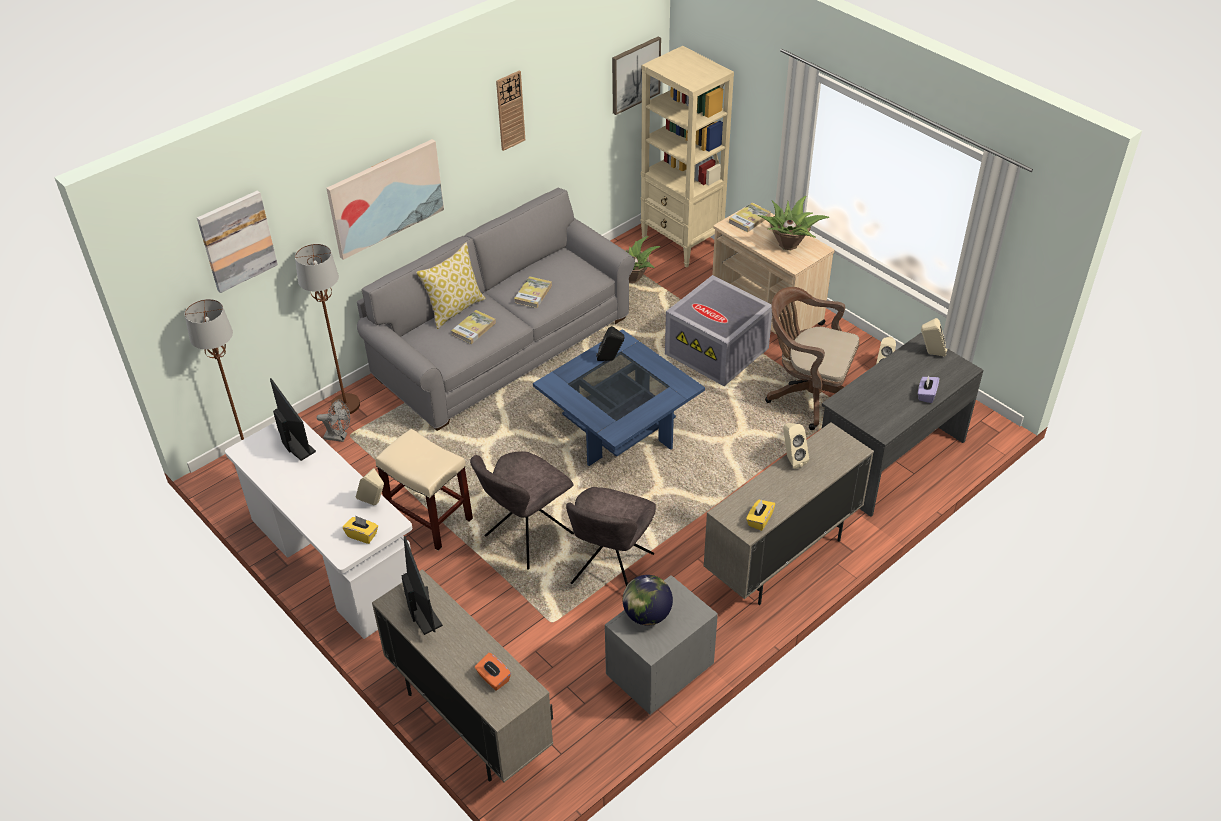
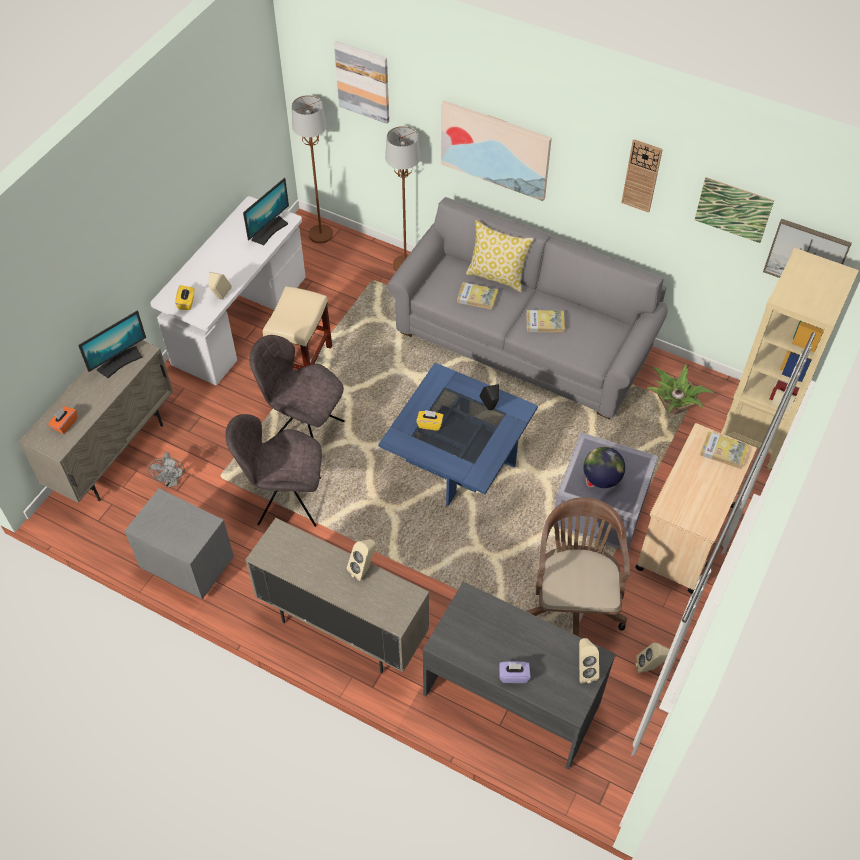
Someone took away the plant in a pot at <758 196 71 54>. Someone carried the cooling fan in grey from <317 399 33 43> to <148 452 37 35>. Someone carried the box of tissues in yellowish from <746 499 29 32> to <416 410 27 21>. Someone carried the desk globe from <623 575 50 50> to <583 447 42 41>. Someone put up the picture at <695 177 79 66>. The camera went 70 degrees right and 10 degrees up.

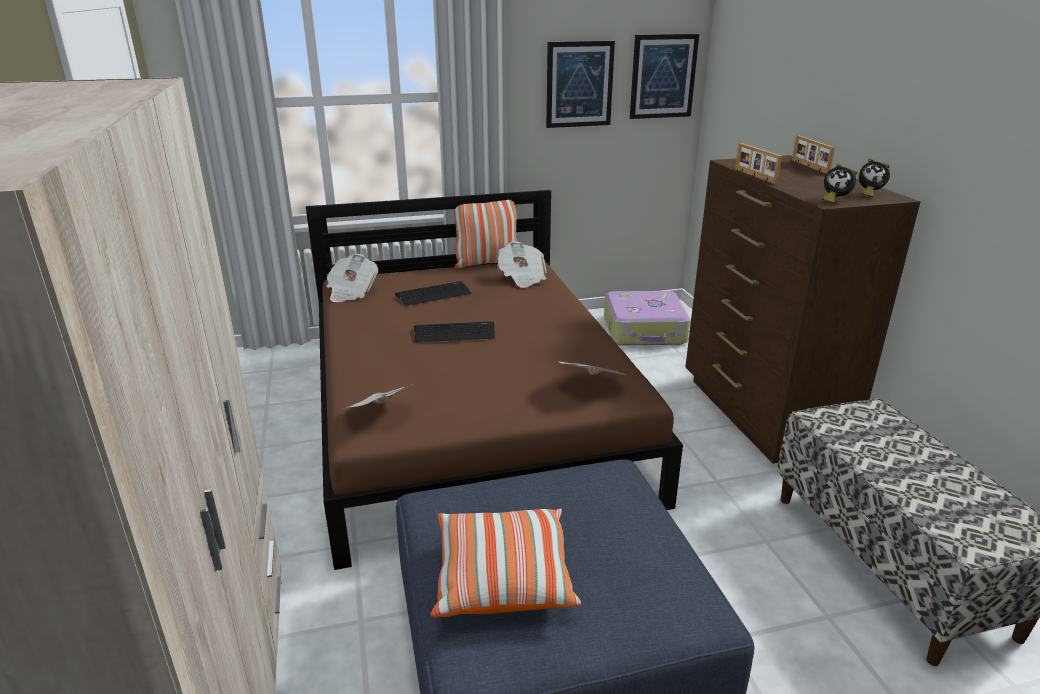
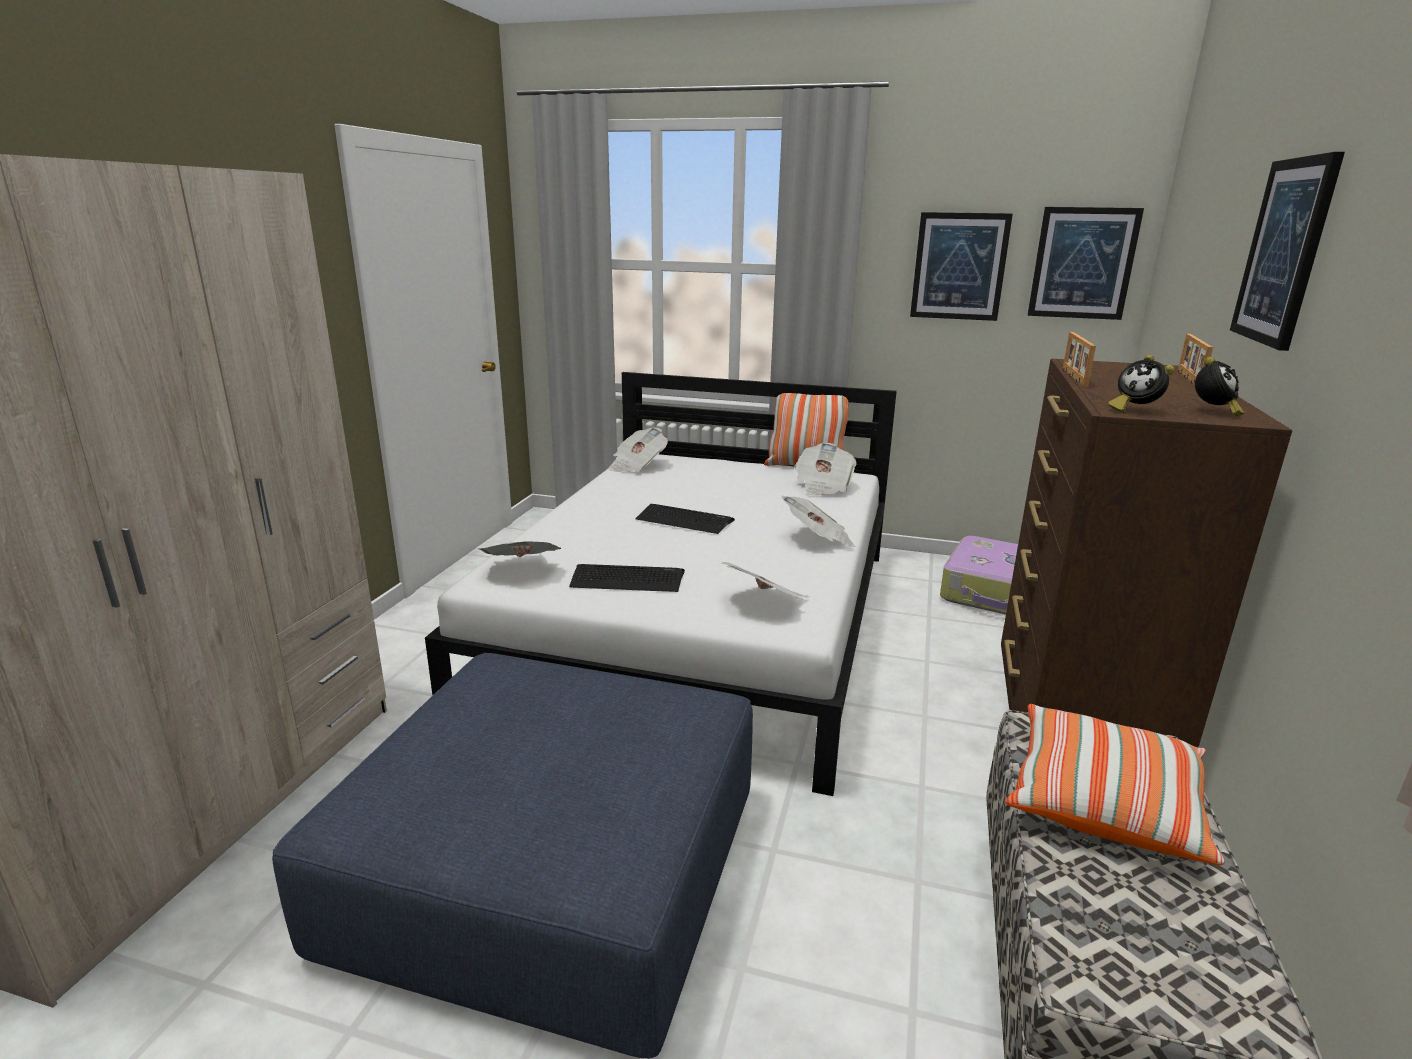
Someone rotated the table clock at <859 158 31 40> by 90 degrees counterclockwise. Someone repainted the sleeping bed in brownish at <306 190 377 380>, which became the sleeping bed in white at <425 372 472 424>. Someone carried the computer keyboard from <395 281 77 25> to <569 564 116 28>. Someone carried the pillow from <431 508 150 109> to <1005 704 219 161>. Someone put up the picture at <1230 152 115 199>. Someone put down the newspaper at <782 496 74 51>. The camera went 30 degrees right and 5 degrees down.

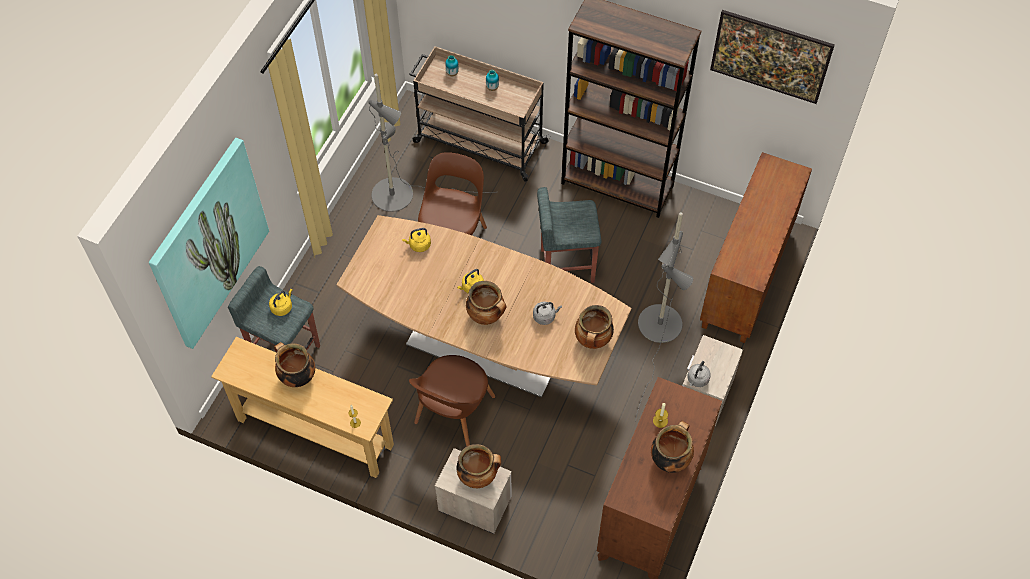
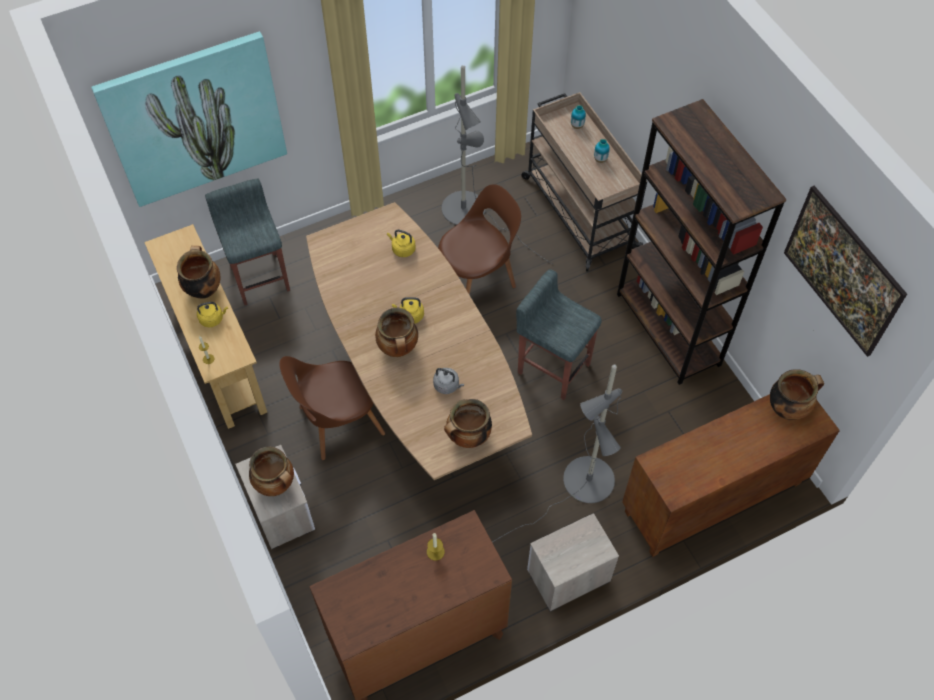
Someone carried the tea kettle in yellowish from <269 289 23 27> to <197 302 31 25>. Someone took away the tea kettle in grey at <687 361 24 26>. Someone carried the cooking pot from <651 421 43 52> to <770 369 54 51>. The camera went 40 degrees right and 0 degrees up.

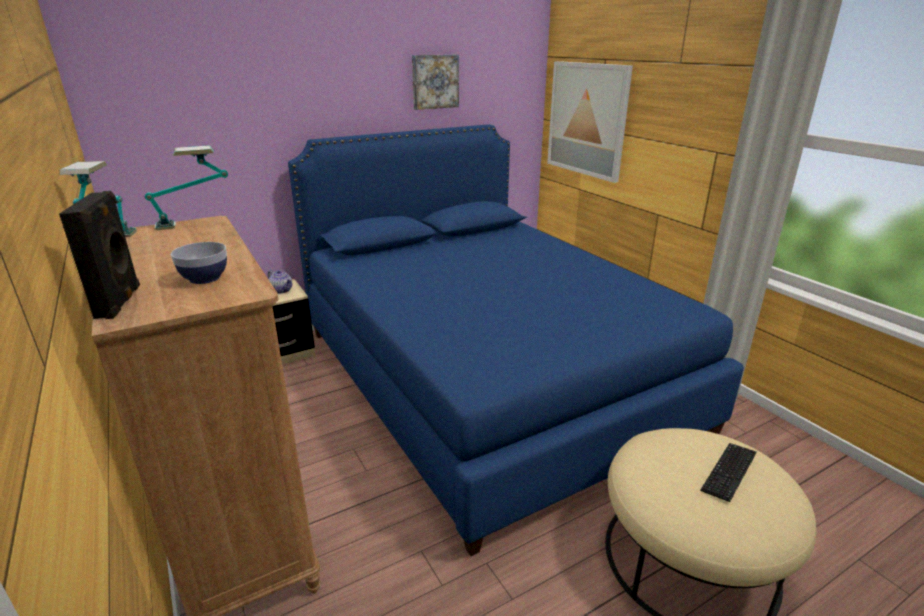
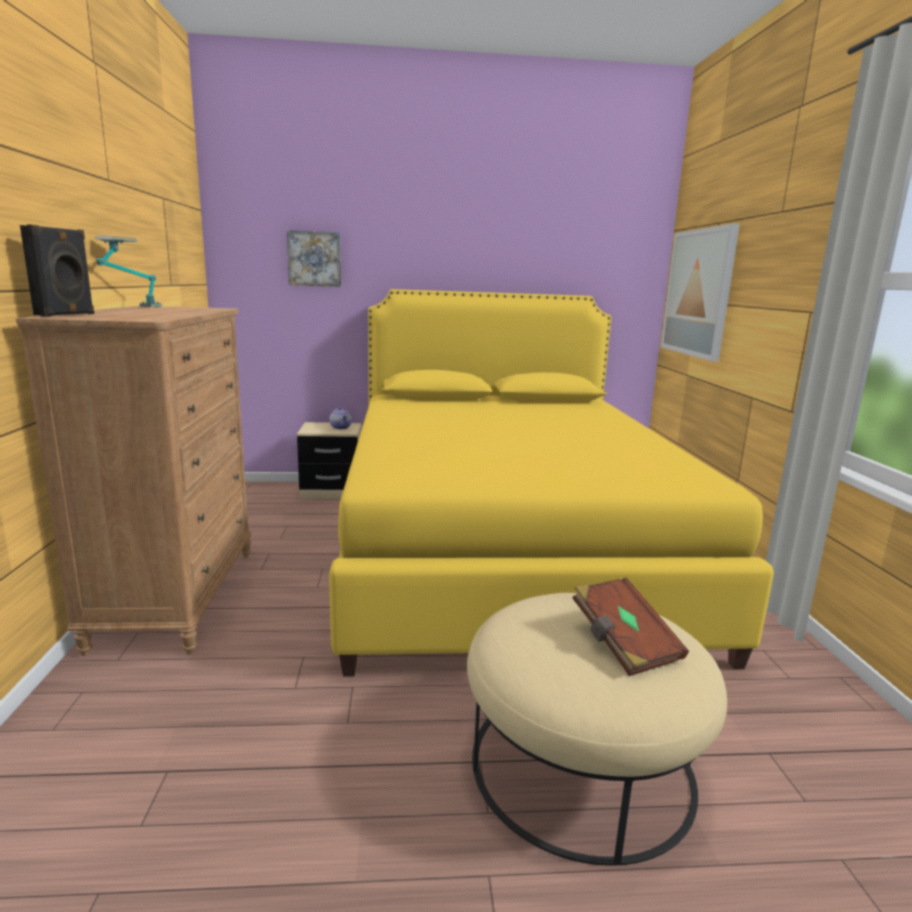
Someone carried the picture from <412 55 47 55> to <287 230 54 57>. Someone repainted the sleeping bed in blue at <288 124 456 432>, which became the sleeping bed in yellowish at <329 289 445 388>. Someone took away the lamp for a table at <145 145 83 85>. Someone took away the deep dish at <171 242 56 42>. Someone swapped the computer keyboard at <700 443 57 59> for the book in brownish at <572 578 117 98>. The camera went 25 degrees right and 10 degrees down.

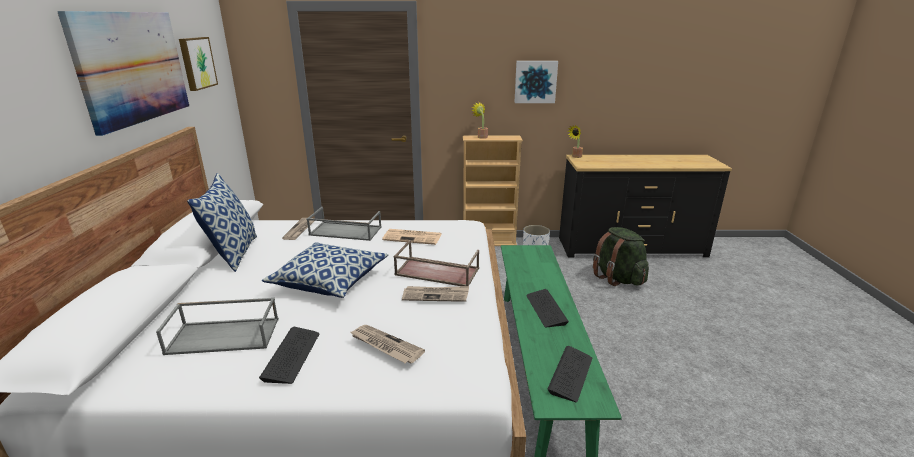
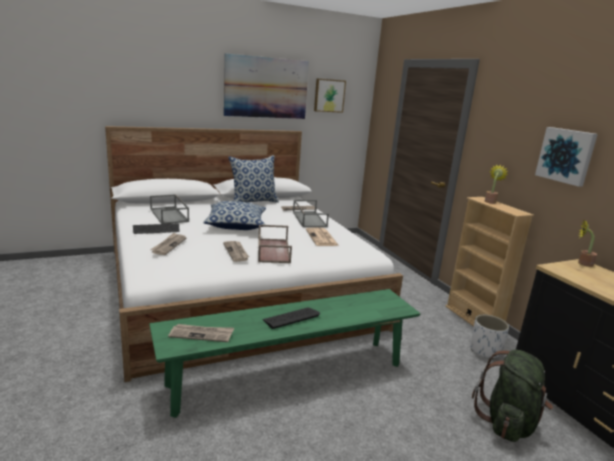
Someone swapped the computer keyboard at <547 346 45 56> for the newspaper at <168 324 66 18>. The camera went 65 degrees right and 5 degrees down.

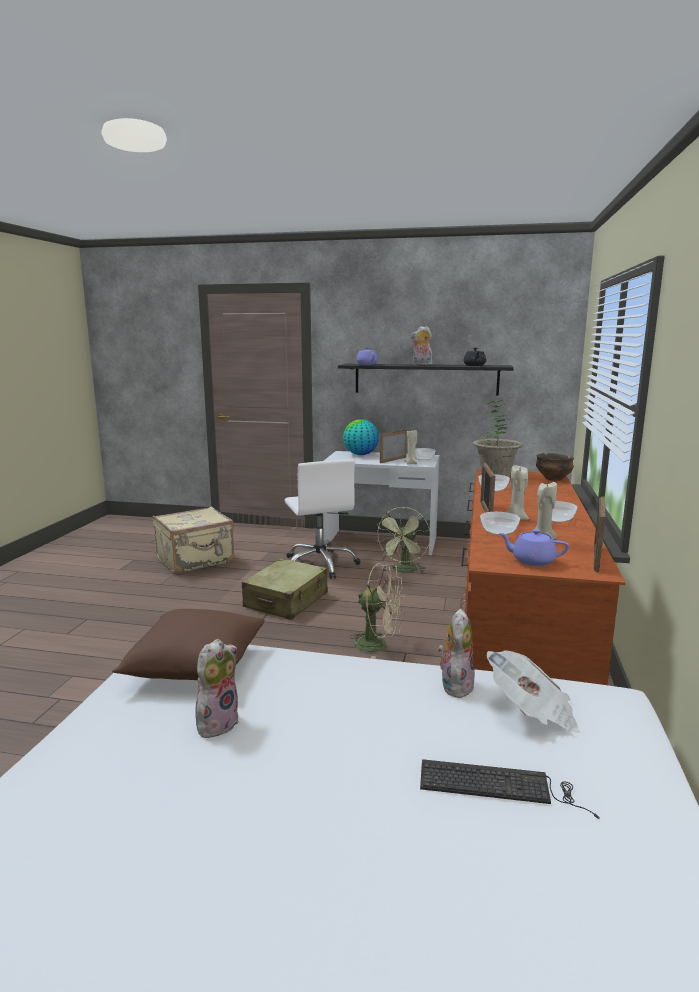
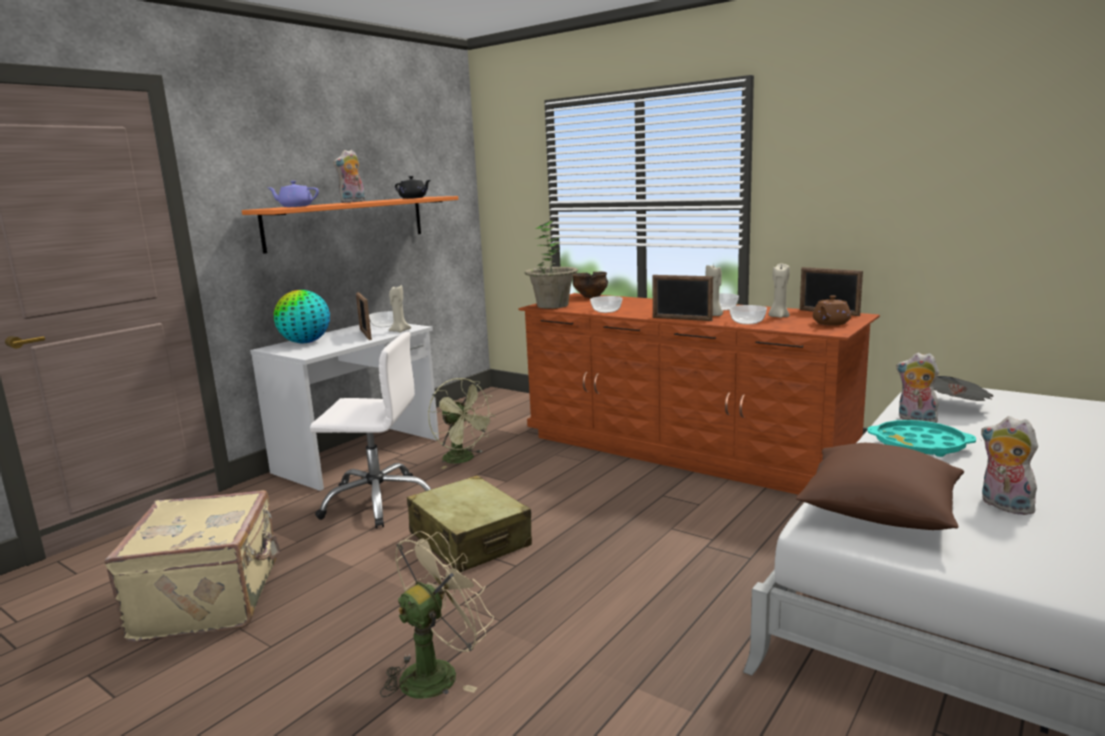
Someone repainted the bracket shelf in blackish at <338 364 176 32>, which became the bracket shelf in orangey at <242 196 216 58>. Someone repainted the tea pot in purple-coloured at <498 529 71 37>, which became the tea pot in brownish at <813 295 38 31>. Someone carried the cooling fan in beige from <349 563 56 96> to <380 531 114 168>. Someone took away the computer keyboard at <420 759 180 60>. Someone put down the serving tray in blue-green at <867 420 109 37>. The camera went 65 degrees left and 0 degrees up.

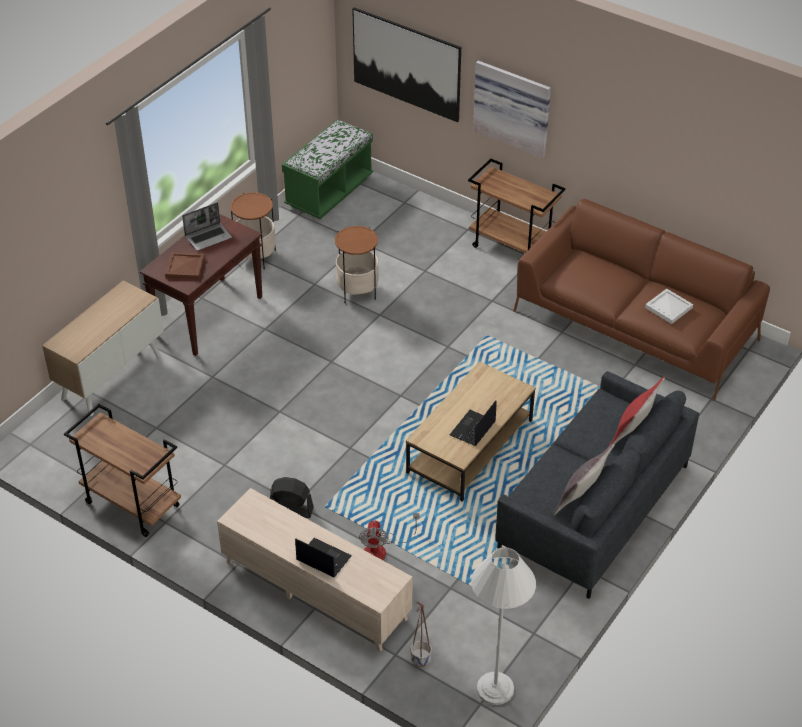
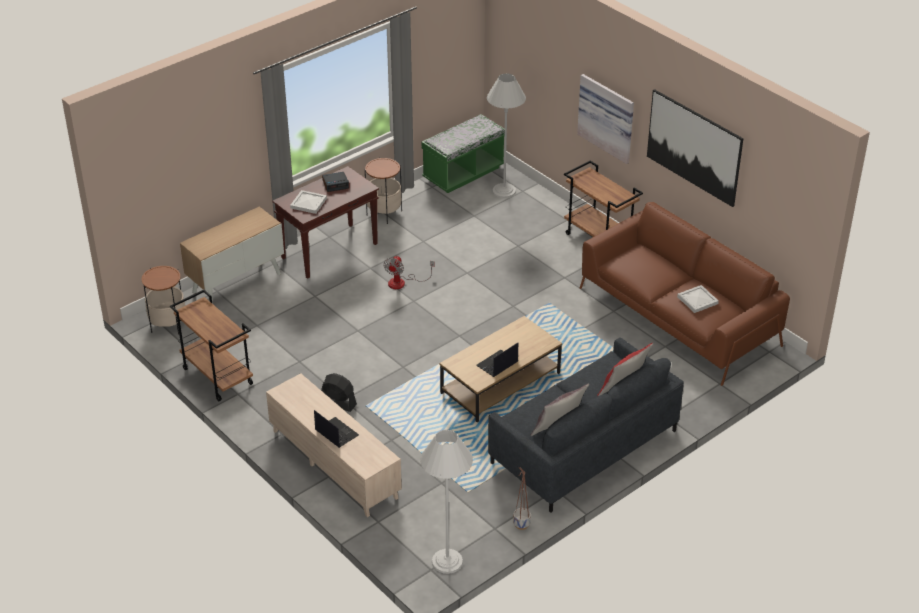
Someone carried the picture from <352 7 109 115> to <647 89 97 118>. Someone swapped the notebook computer at <182 203 50 48> for the table clock at <322 172 27 20>. Someone carried the accent table from <335 226 44 78> to <142 266 43 69>. Someone repainted the serving tray in brownish at <165 252 40 27>, which became the serving tray in white at <290 190 37 24>. Someone carried the cooling fan from <359 513 60 47> to <383 256 51 33>. Someone carried the plant pot from <411 602 21 65> to <513 467 18 63>. Someone put down the floor lamp in white at <487 74 39 124>. The camera went 15 degrees right and 5 degrees down.

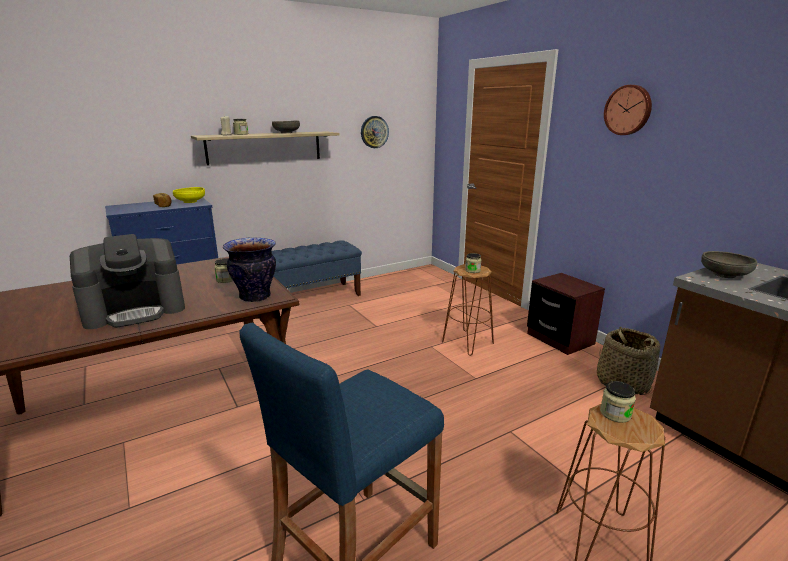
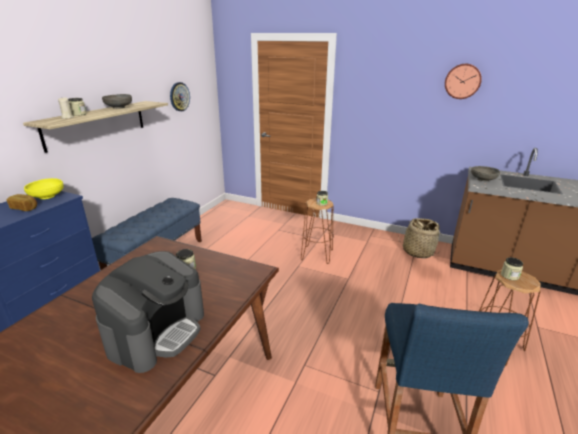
Someone carried the clock on the wall from <604 85 48 50> to <445 64 37 35>. Someone took away the decorative vase at <223 237 53 65>. Someone took away the night table in brownish at <527 273 78 82>. The camera went 35 degrees left and 5 degrees up.

